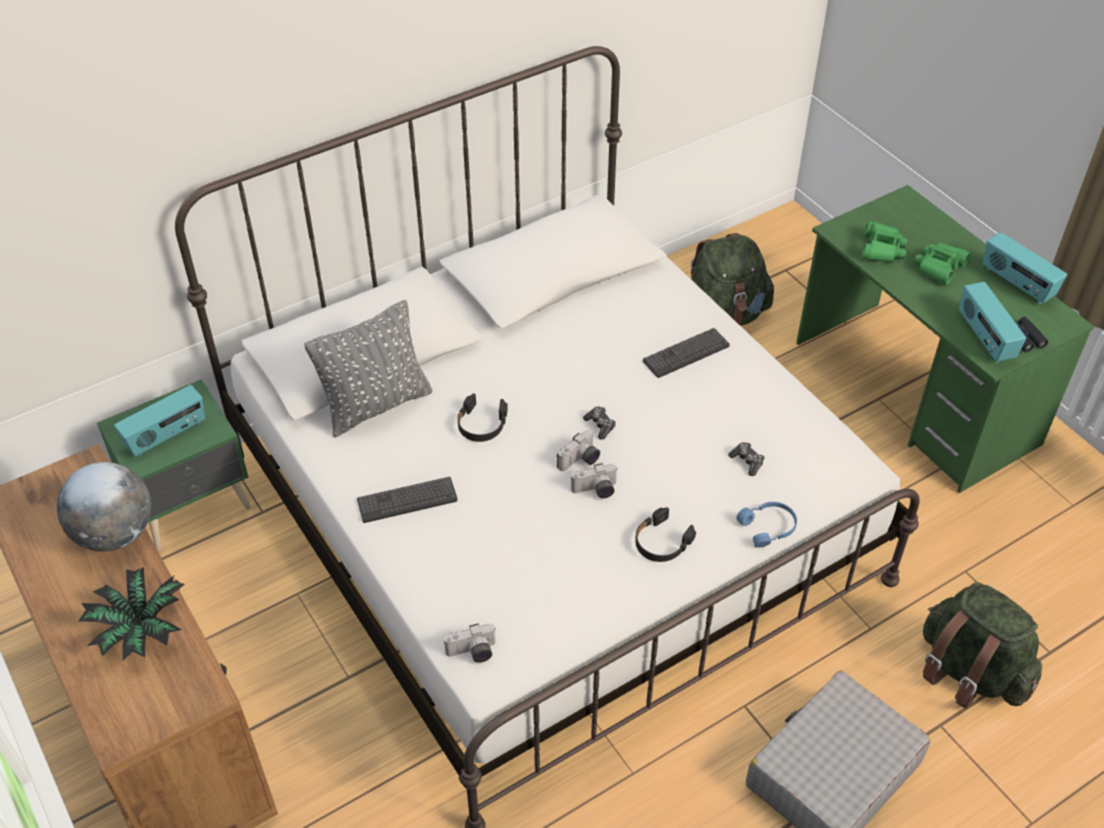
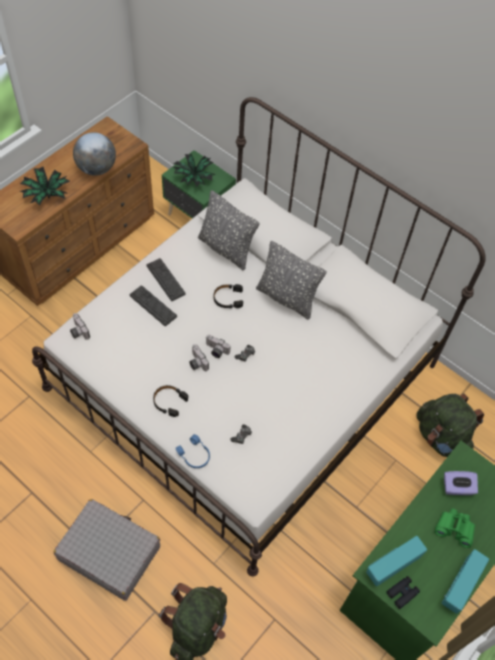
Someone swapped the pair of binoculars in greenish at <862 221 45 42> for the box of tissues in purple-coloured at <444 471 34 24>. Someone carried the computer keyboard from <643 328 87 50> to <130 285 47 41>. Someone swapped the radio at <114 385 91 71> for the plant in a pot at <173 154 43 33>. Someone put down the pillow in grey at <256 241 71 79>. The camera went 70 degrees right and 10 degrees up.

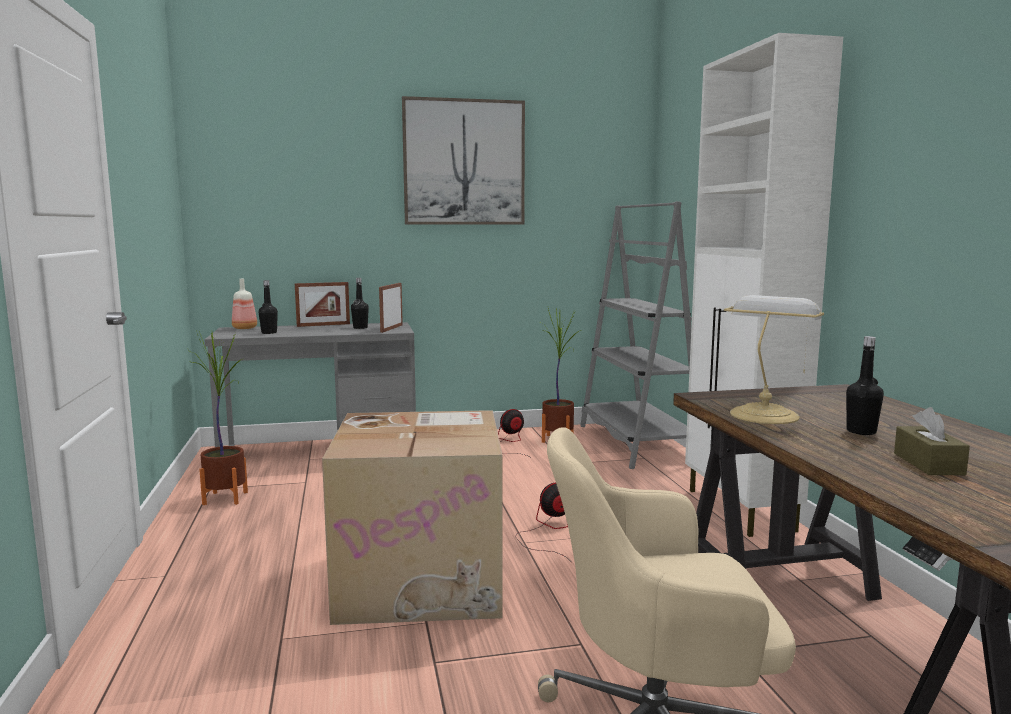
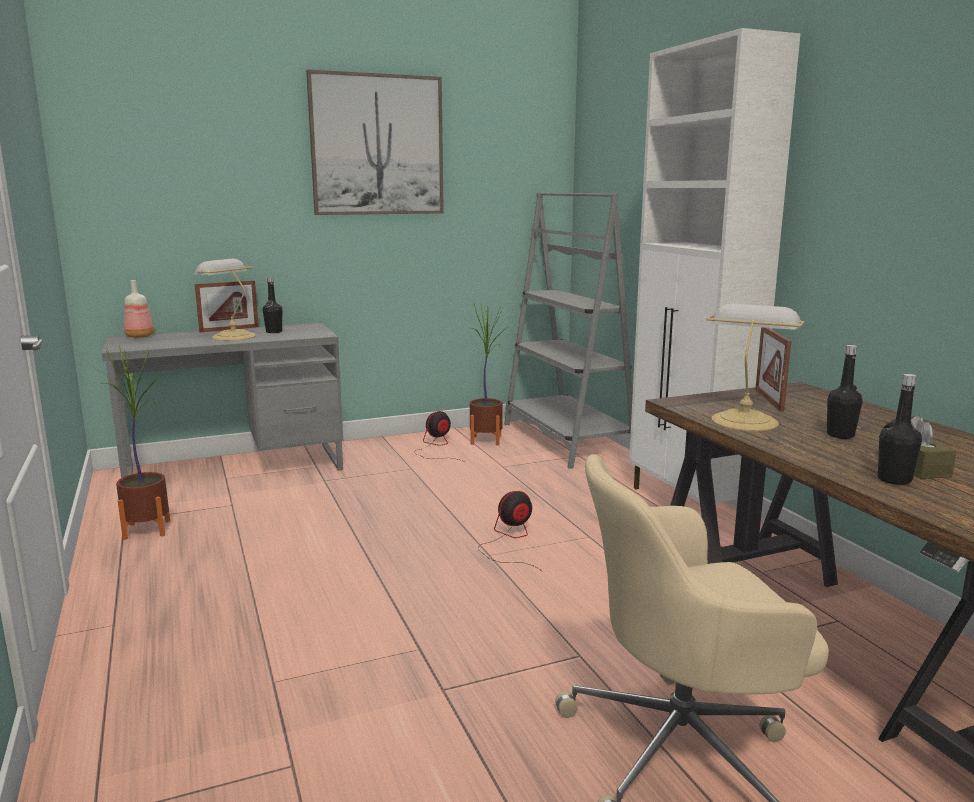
Someone carried the beverage bottle in blackish from <259 280 19 54> to <878 374 44 111>. Someone carried the photo frame from <379 283 24 50> to <755 327 36 85>. Someone took away the packing box at <322 410 181 215>. Someone put down the lamp for a table at <194 258 62 83>. The camera went 10 degrees left and 5 degrees up.

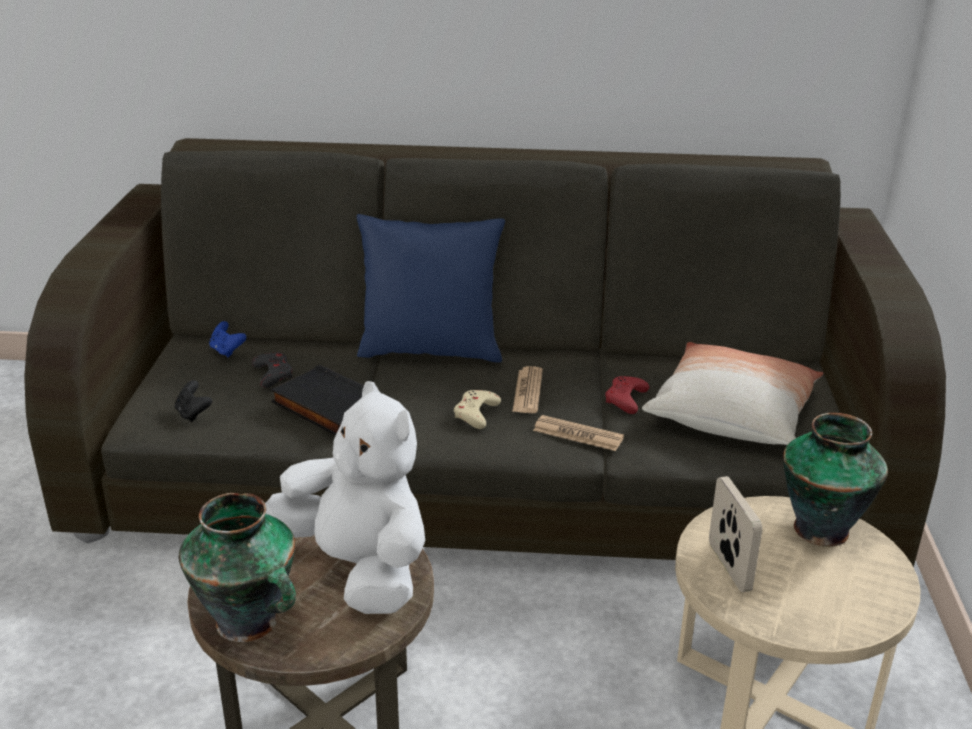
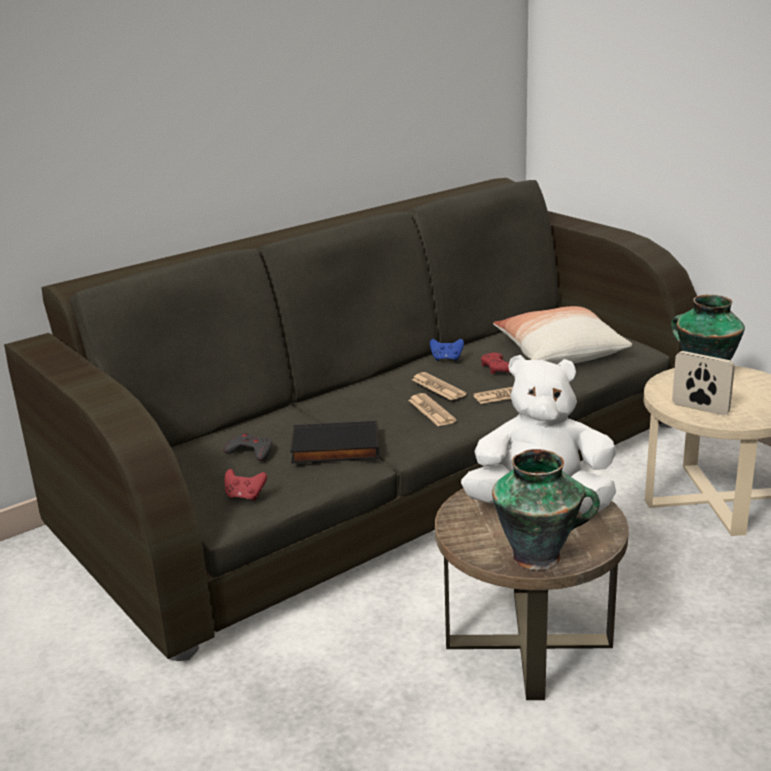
Someone took away the pillow in blue at <357 214 148 149>. Someone carried the joypad in blue from <209 321 37 36> to <430 339 34 22>. Someone repainted the joypad in blackish at <175 380 37 42>, which became the joypad in red-coloured at <225 469 42 32>. Someone swapped the joypad in beige at <454 390 47 39> for the newspaper at <408 393 49 33>. The camera went 40 degrees left and 5 degrees down.

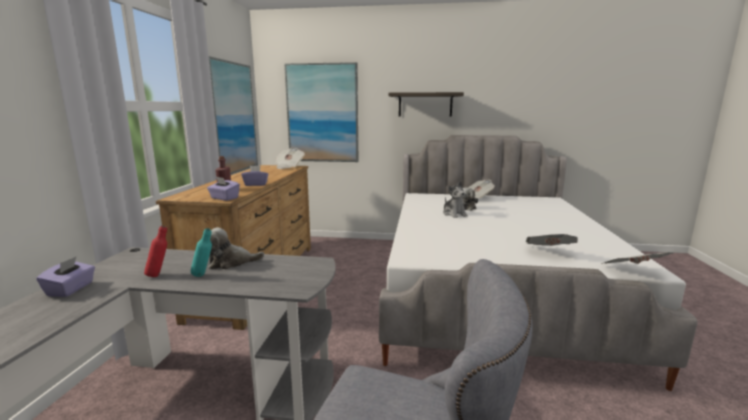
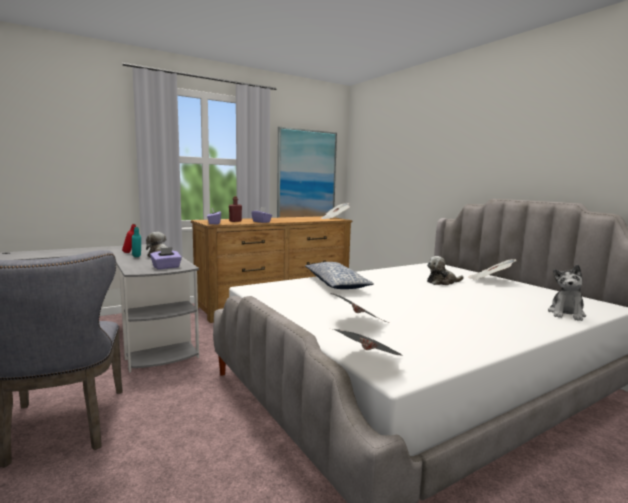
Someone took away the picture at <284 62 74 100>. Someone took away the bracket shelf at <388 92 76 25>. Someone carried the soft toy from <443 181 25 37> to <548 265 38 56>. Someone carried the box of tissues in purple-coloured from <36 256 59 41> to <150 247 32 22>. Someone put down the pillow at <305 262 69 27>. The camera went 50 degrees right and 5 degrees down.

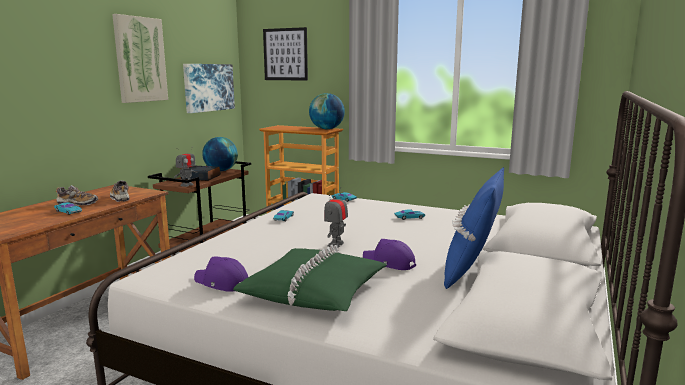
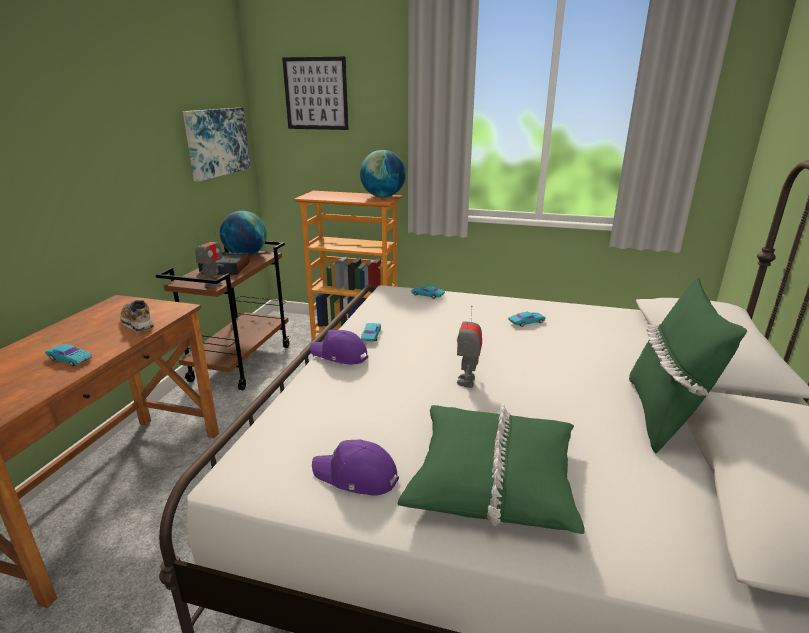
Someone took away the picture at <112 14 56 89>. Someone repainted the pillow in blue at <444 167 60 122>, which became the pillow in greenish at <629 277 118 176>. Someone took away the item of footwear at <56 185 42 20>. Someone carried the cap in purple-coloured from <363 239 53 31> to <310 330 58 35>. The camera went 10 degrees left and 10 degrees up.

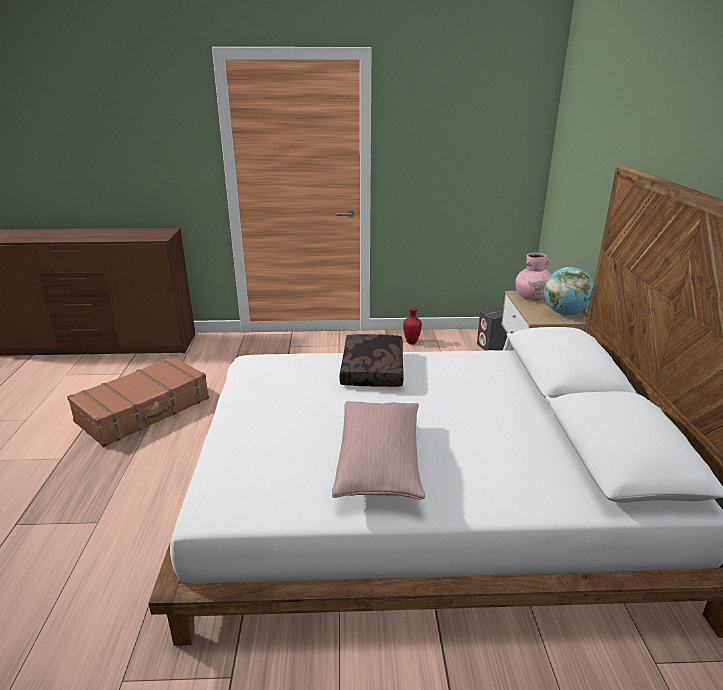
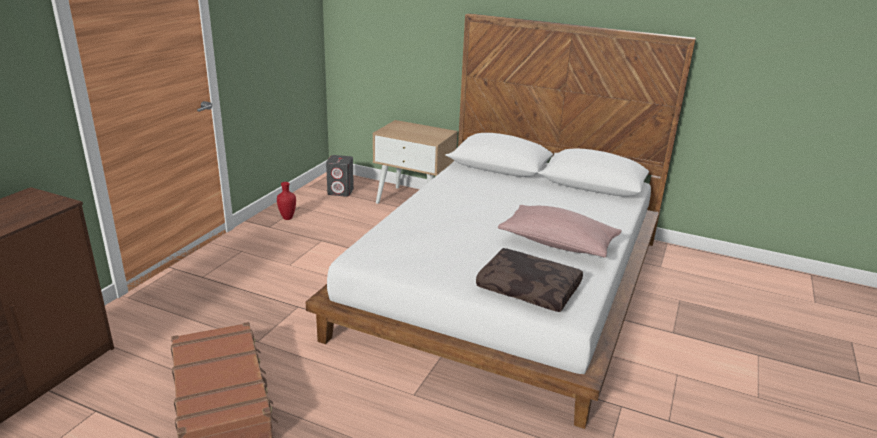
Someone took away the decorative vase in pink-coloured at <515 253 36 47>. Someone took away the desk globe at <544 267 50 48>. Someone carried the pillow in brownish from <339 334 65 53> to <476 248 107 64>. The camera went 65 degrees left and 0 degrees up.

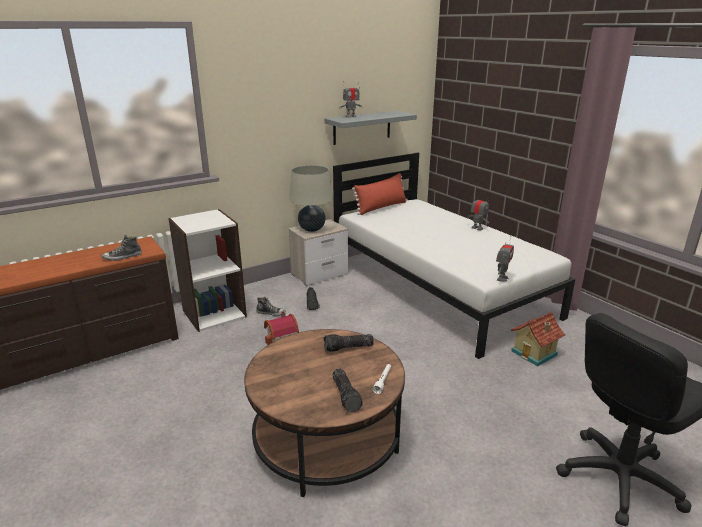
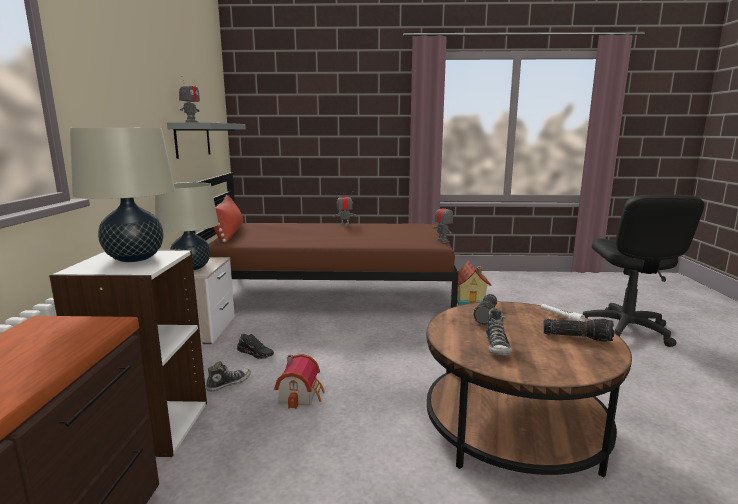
Someone repainted the sleeping bed in white at <333 152 242 207>, which became the sleeping bed in brownish at <193 173 265 135>. Someone carried the item of footwear from <102 235 40 26> to <486 308 26 48>. Someone put down the lamp for a table in beige at <70 128 105 134>. The camera went 55 degrees left and 10 degrees down.

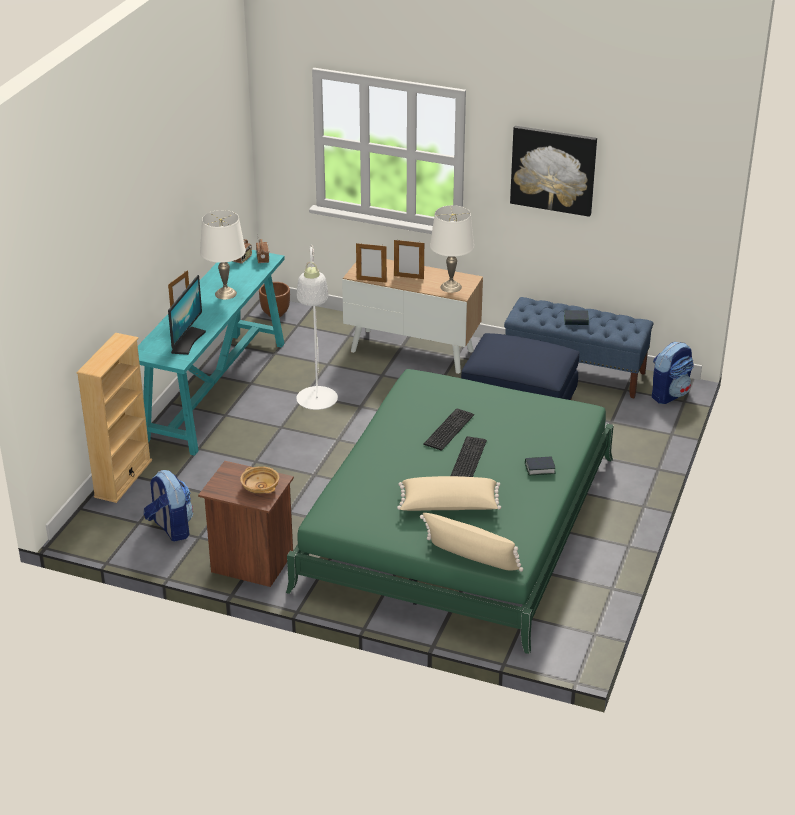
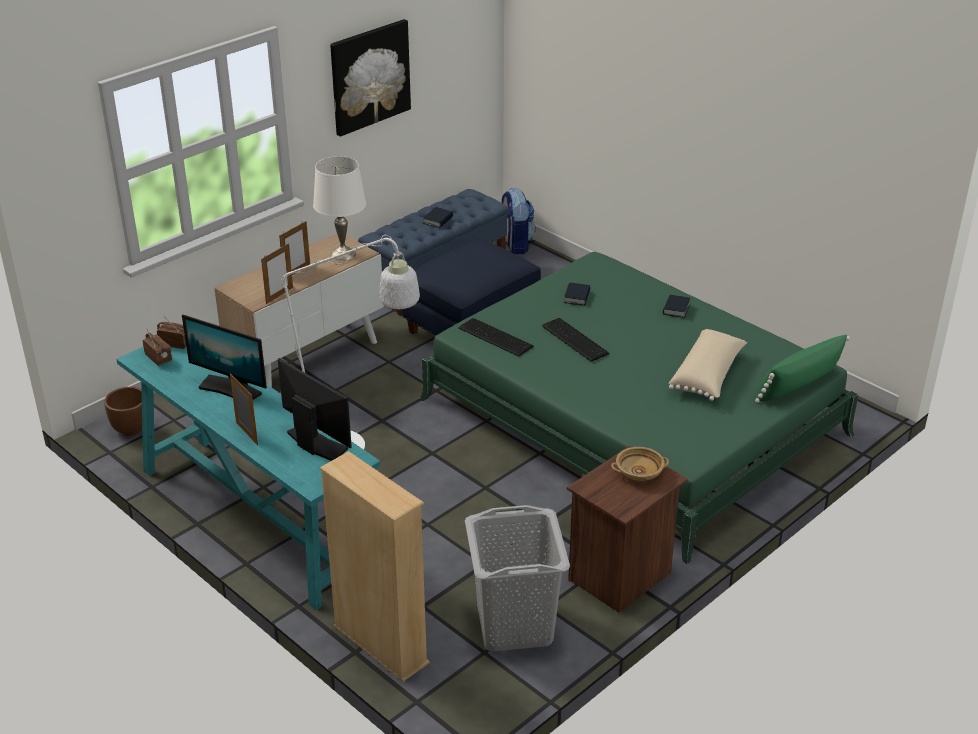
Someone swapped the lamp for a table in white at <200 210 46 90> for the computer screen at <182 314 85 86>. Someone carried the computer keyboard from <451 436 36 41> to <459 318 75 38>. Someone swapped the knapsack at <144 470 49 72> for the hamper in grey at <465 505 105 147>. Someone repainted the pillow in beige at <420 513 103 59>, which became the pillow in greenish at <755 335 95 68>. Someone put down the book at <564 282 26 24>. The camera went 65 degrees left and 0 degrees up.

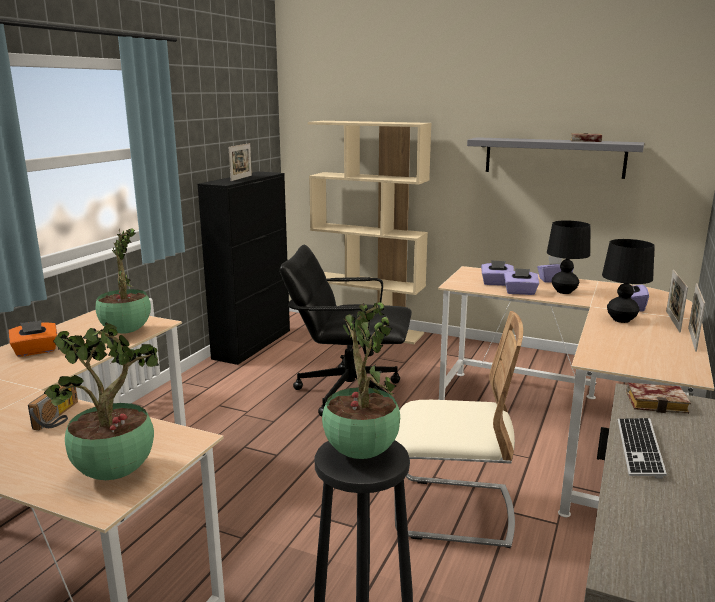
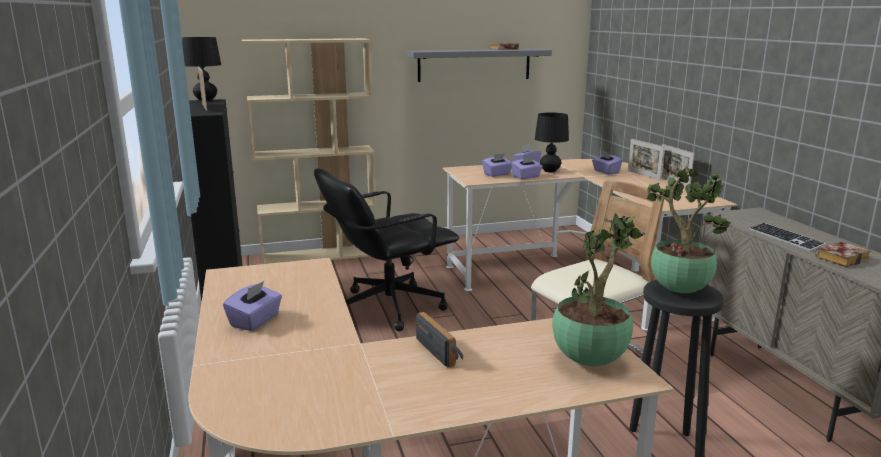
Someone took away the plant in a pot at <95 228 56 106>. Someone carried the lamp for a table in blackish from <602 239 53 84> to <182 37 39 64>. Someone repainted the box of tissues in orangey at <9 321 48 36>, which became the box of tissues in purple-coloured at <223 281 59 50>. Someone carried the book from <626 383 65 31> to <815 242 56 25>. The camera went 40 degrees left and 0 degrees up.

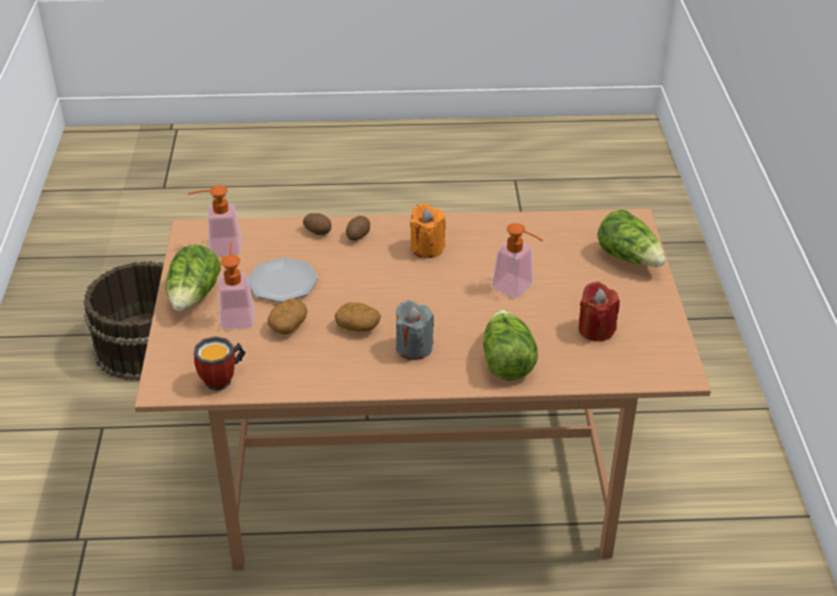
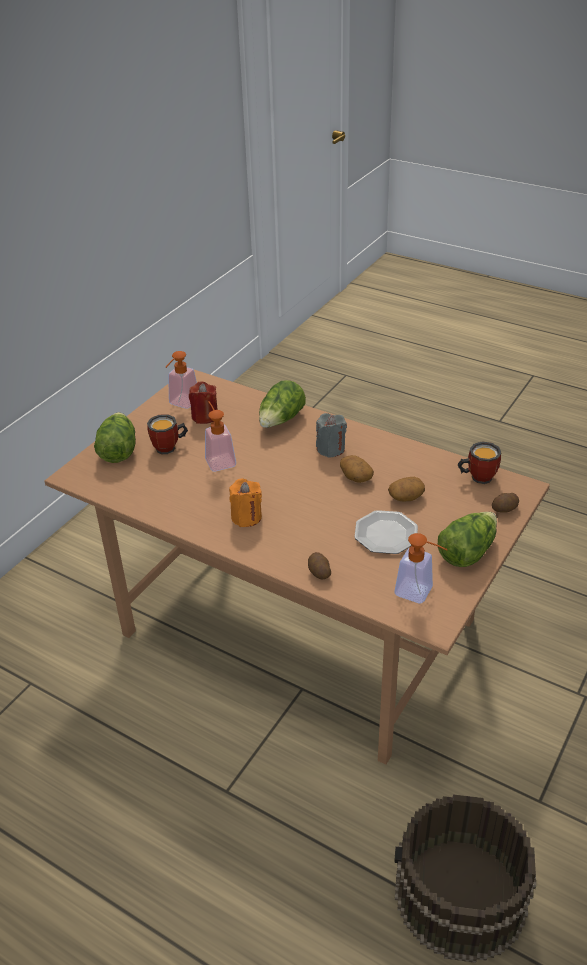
Someone carried the spud from <346 216 24 25> to <492 493 27 20>. Someone carried the liquid soap bottle from <219 242 35 87> to <166 351 31 58>. Someone put down the coffee mug at <147 414 41 40>. The camera went 145 degrees left and 0 degrees up.

